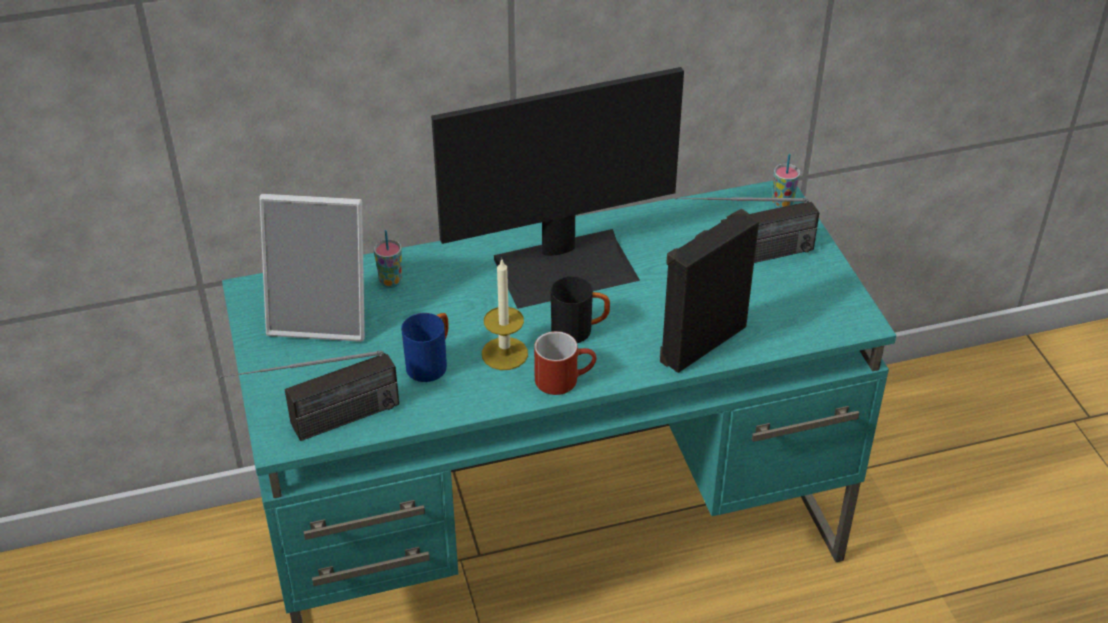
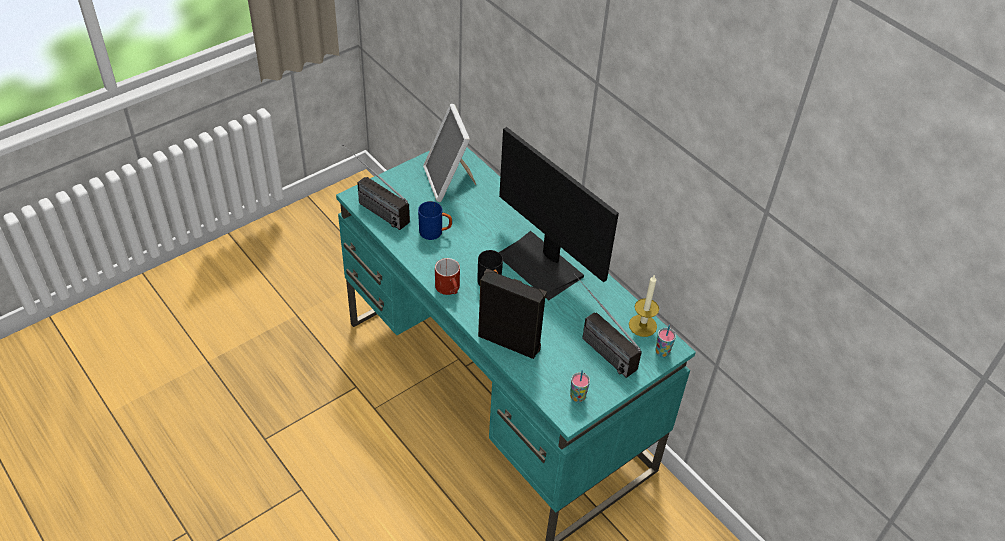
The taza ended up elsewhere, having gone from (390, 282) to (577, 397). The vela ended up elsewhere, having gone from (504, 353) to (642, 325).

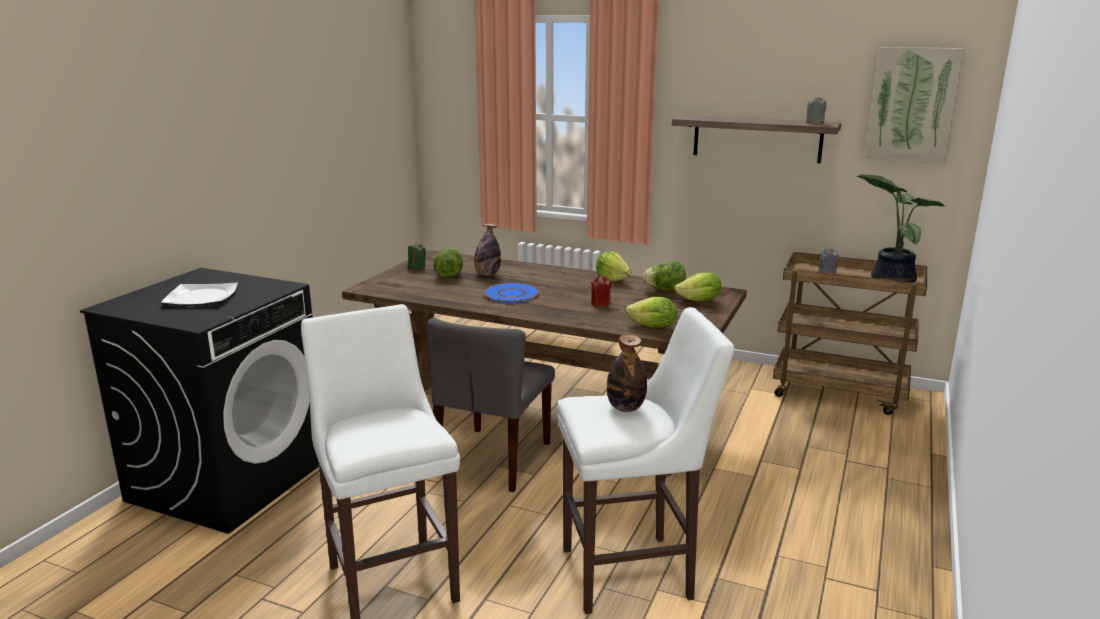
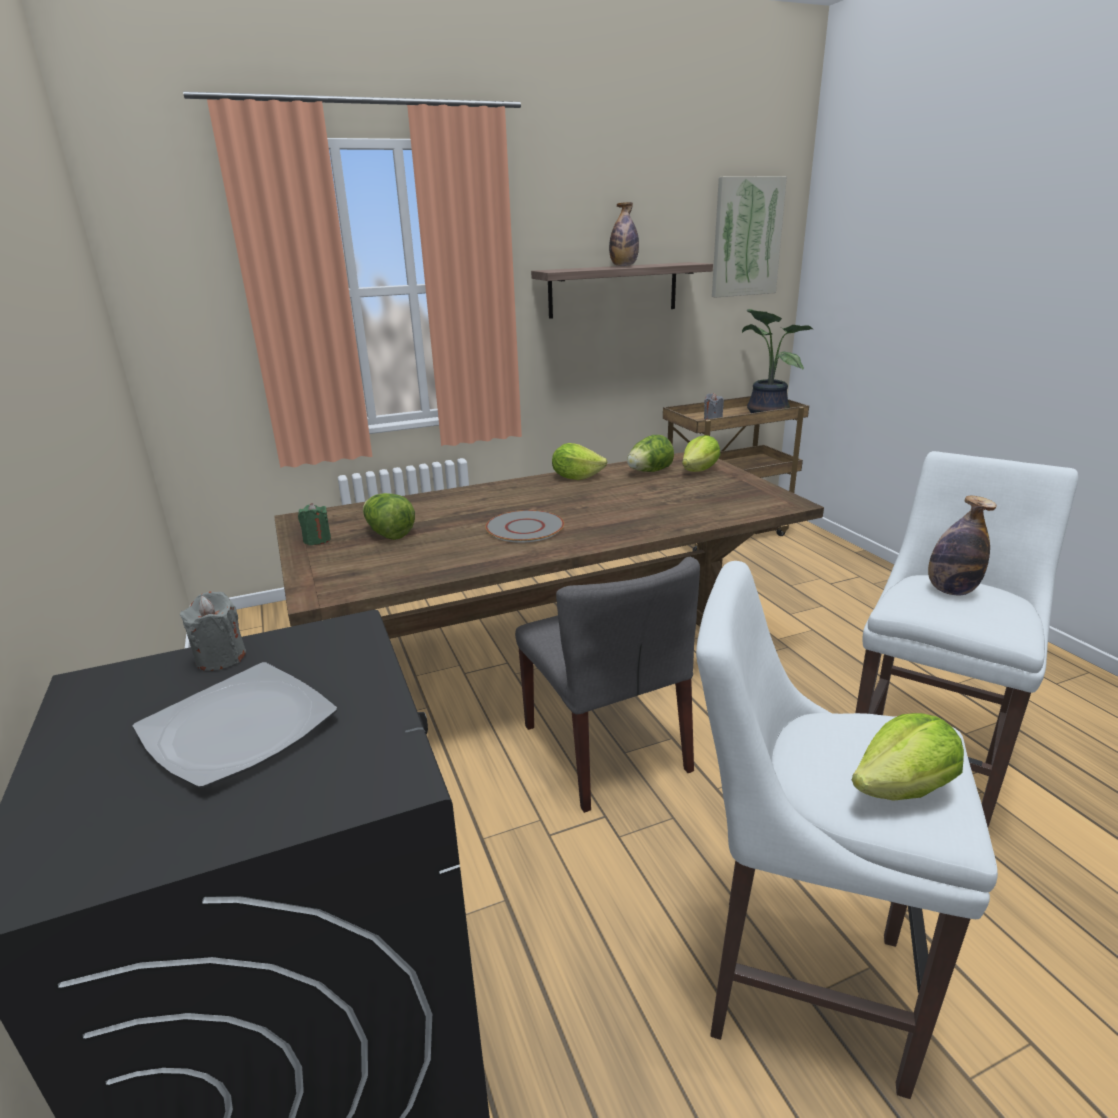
The second view lost the vela/rojo at (600, 303). The botella ended up elsewhere, having gone from (487, 274) to (623, 266). The lechuga ended up elsewhere, having gone from (653, 327) to (903, 789). The vela/gris ended up elsewhere, having gone from (814, 123) to (221, 658). What was the plato/azul at (511, 294) turned into the plato/gris at (524, 528).

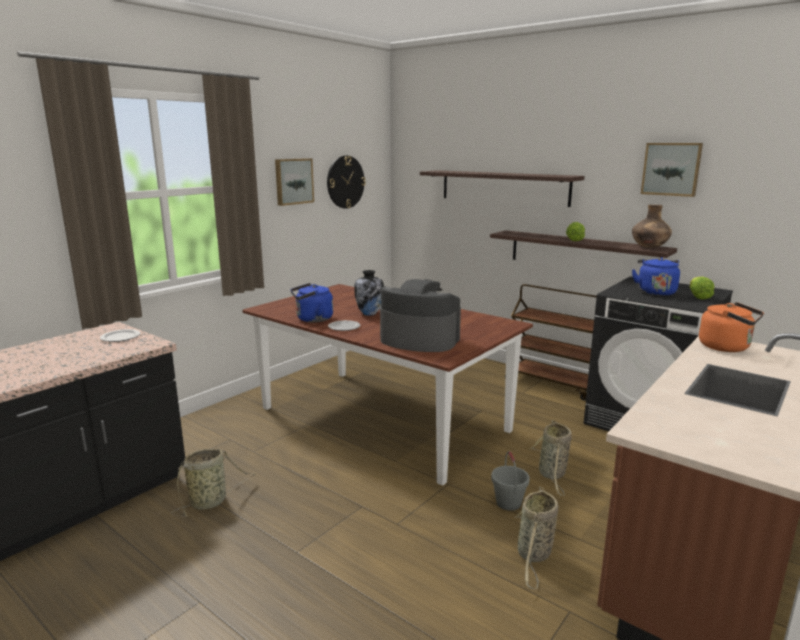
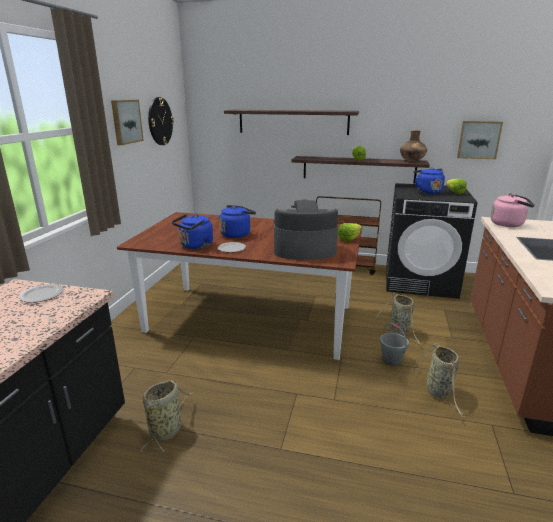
The second view gained the lechuga at (351, 239). The cuadro ended up elsewhere, having gone from (671, 169) to (478, 140). Where the florero stood at (370, 314), the hervidor/azul came to stand at (237, 234). What was the hervidor/naranja at (727, 347) turned into the hervidor/rosa at (509, 224).

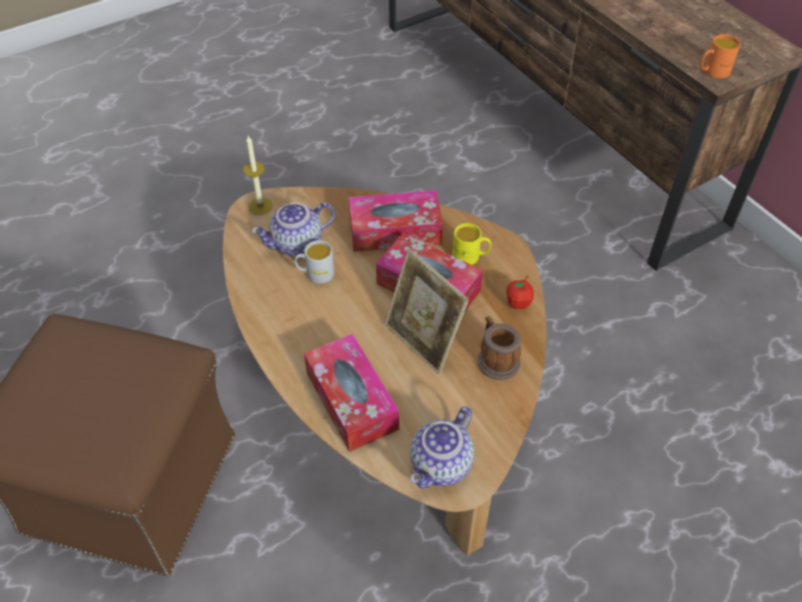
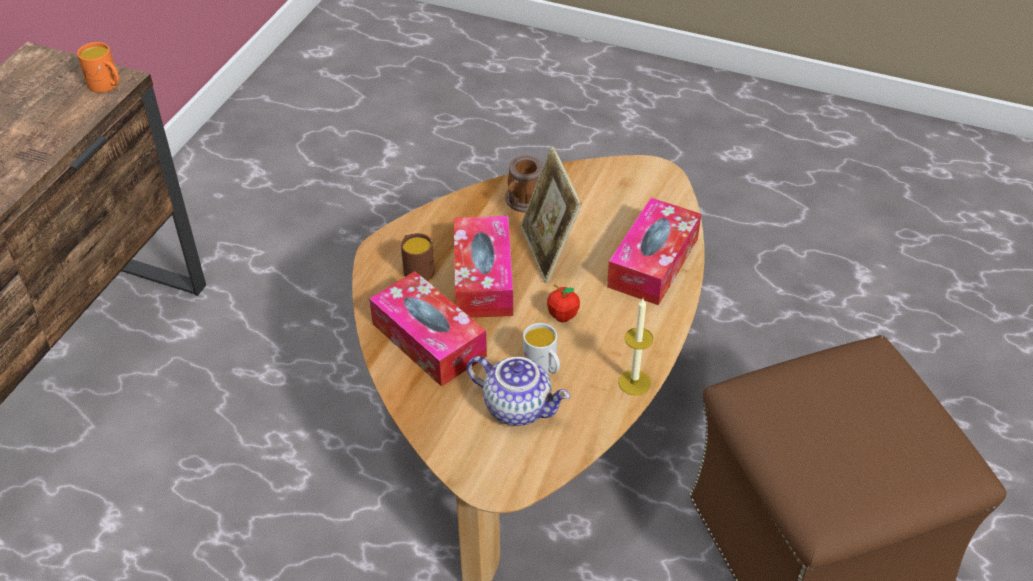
The second view lost the tetera at (442, 466). The vela ended up elsewhere, having gone from (260, 206) to (634, 382). The manzana ended up elsewhere, having gone from (518, 303) to (563, 315). What was the taza grande/amarillo at (470, 257) turned into the taza grande/marrón at (416, 269). The portarretratos at (423, 341) ended up facing another way, 150 degrees clockwise from before.

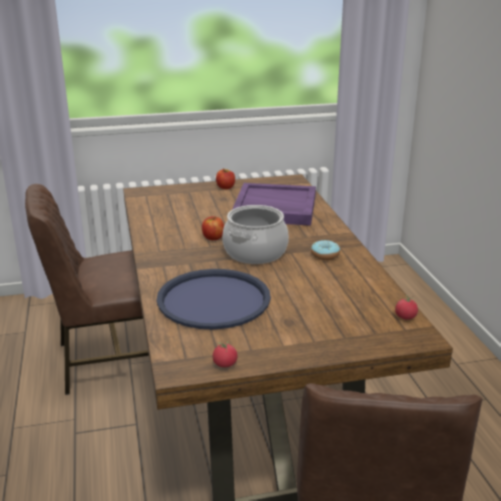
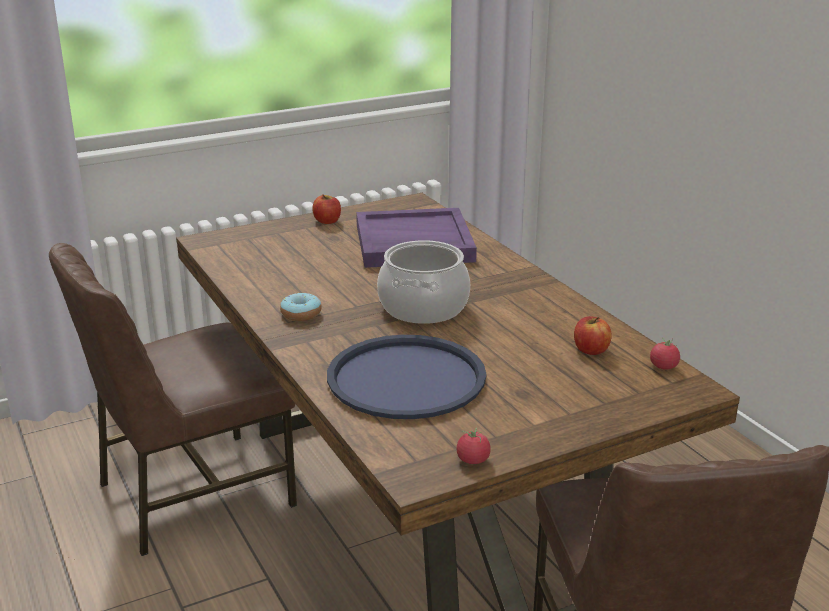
The manzana ended up elsewhere, having gone from (213, 237) to (590, 350). The rosquilla ended up elsewhere, having gone from (325, 255) to (301, 314).

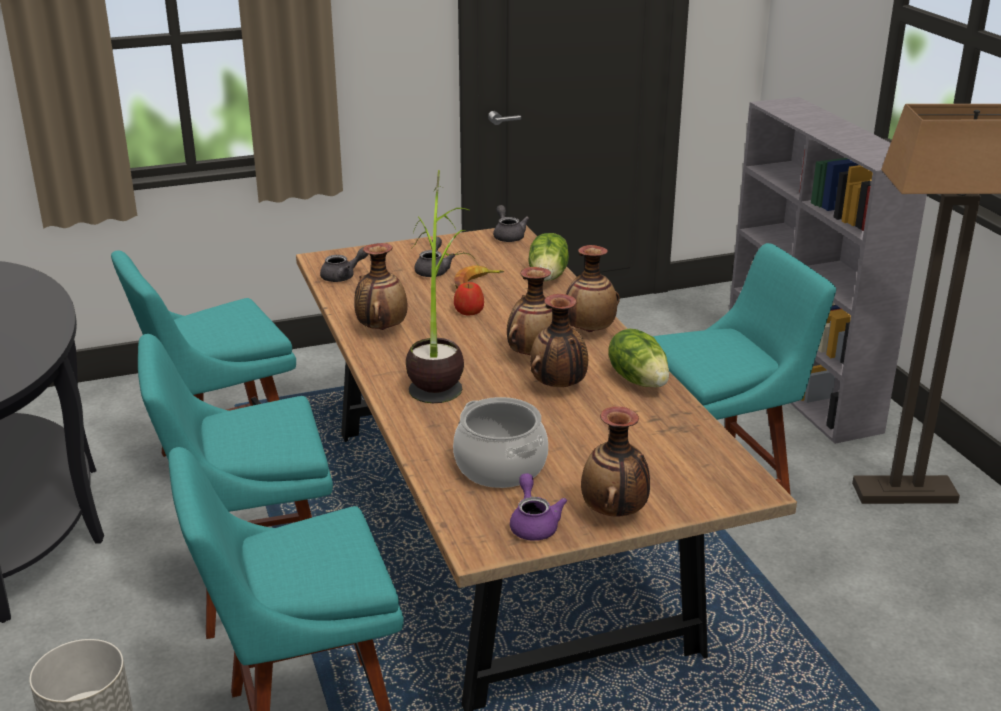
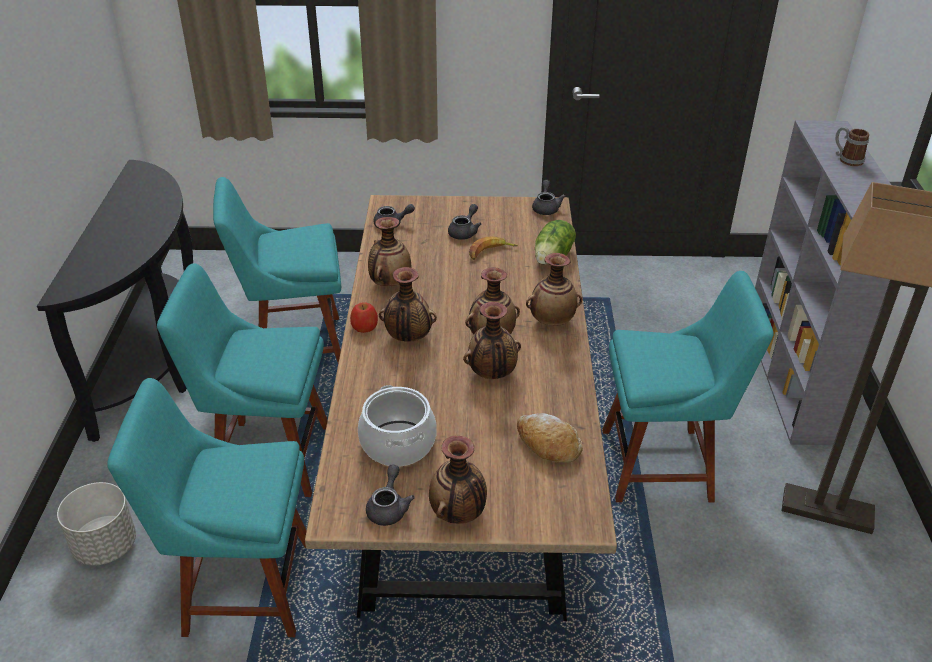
The second view lost the lechuga at (639, 379). The second view gained the pan at (547, 444). The second view gained the taza grande at (846, 159). The manzana ended up elsewhere, having gone from (469, 311) to (364, 326). Where the planta en maceta stood at (440, 372), the florero came to stand at (408, 338). What was the tetera/morado at (533, 524) turned into the tetera/gris at (389, 507).

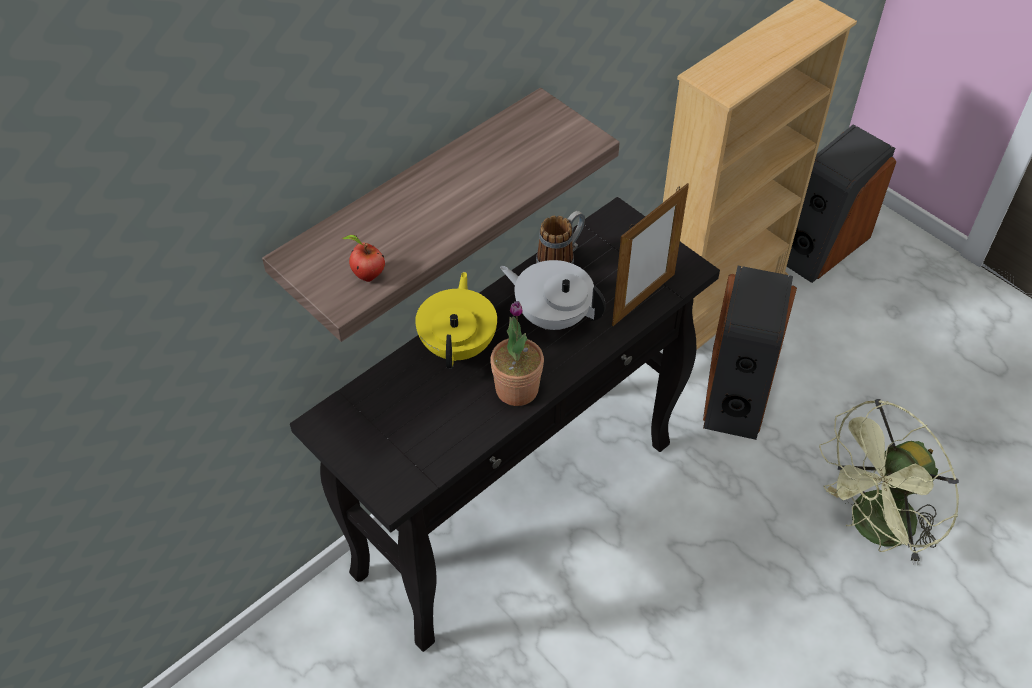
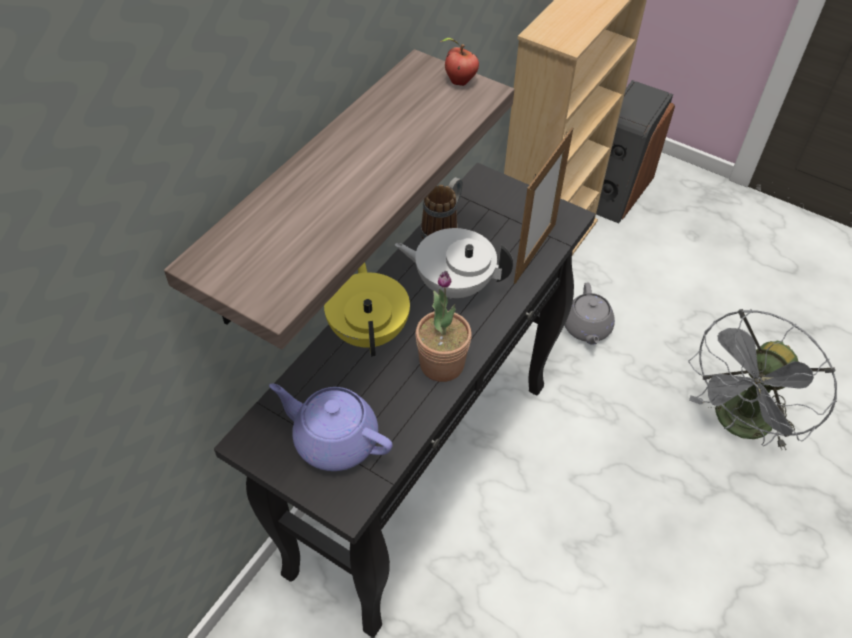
The second view gained the tetera/morado at (334, 439). The manzana ended up elsewhere, having gone from (366, 275) to (458, 82). Where the altavoz stood at (737, 392), the tetera/gris came to stand at (587, 328). What was the ventilador/verde at (873, 529) turned into the ventilador/gris at (738, 425).

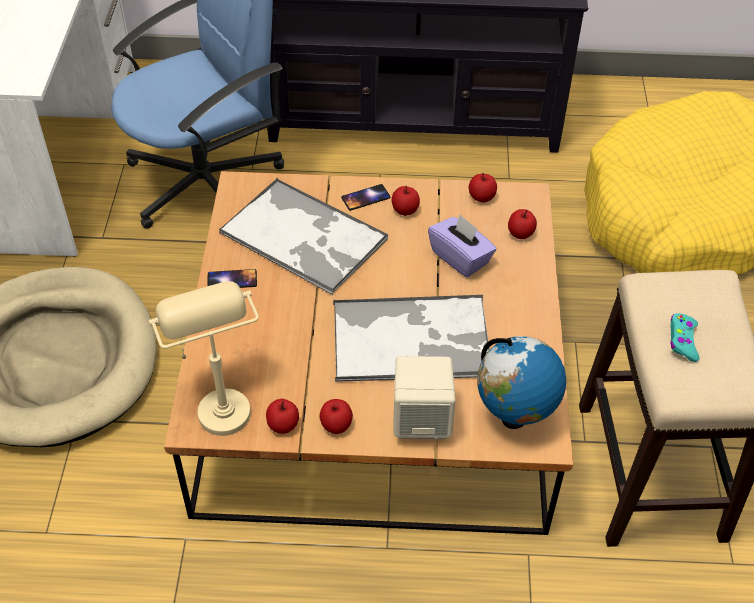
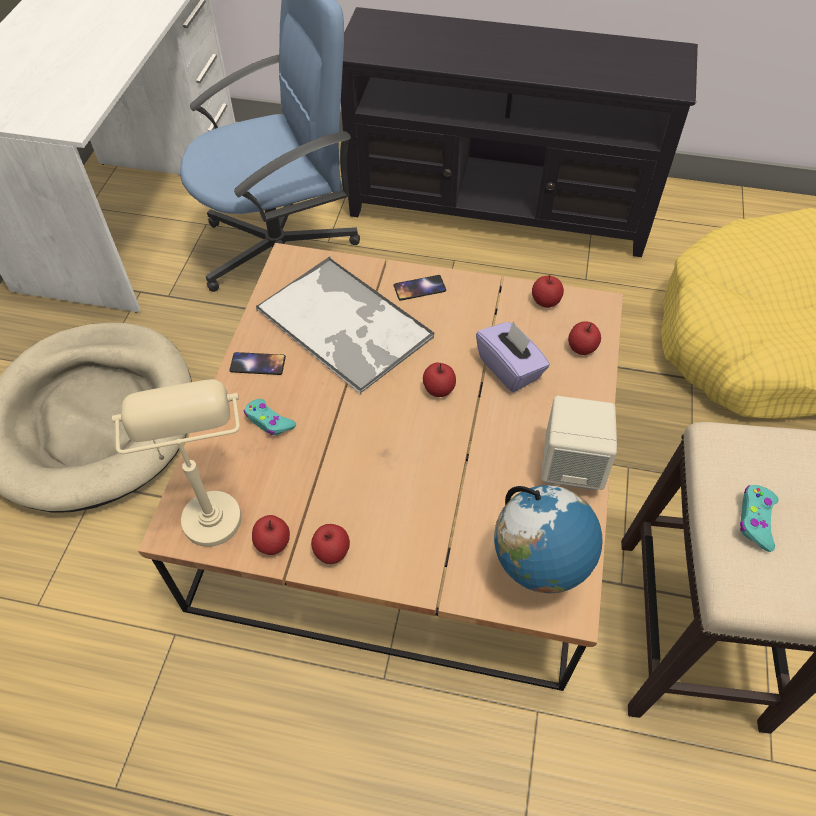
The second view lost the bandeja at (412, 340). The second view gained the mando de consola/turquesa at (269, 421). The manzana ended up elsewhere, having gone from (405, 210) to (438, 389). The altavoz/beis ended up elsewhere, having gone from (422, 420) to (571, 466).

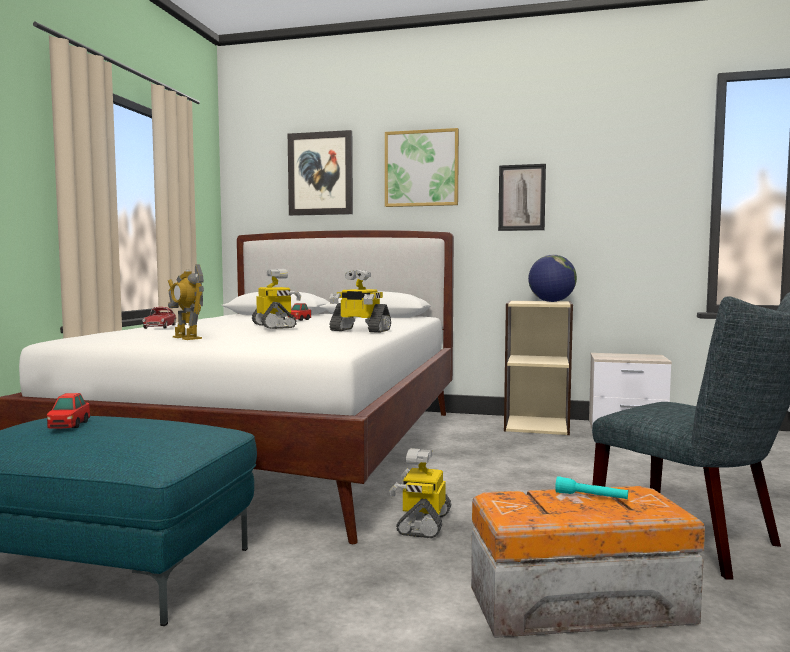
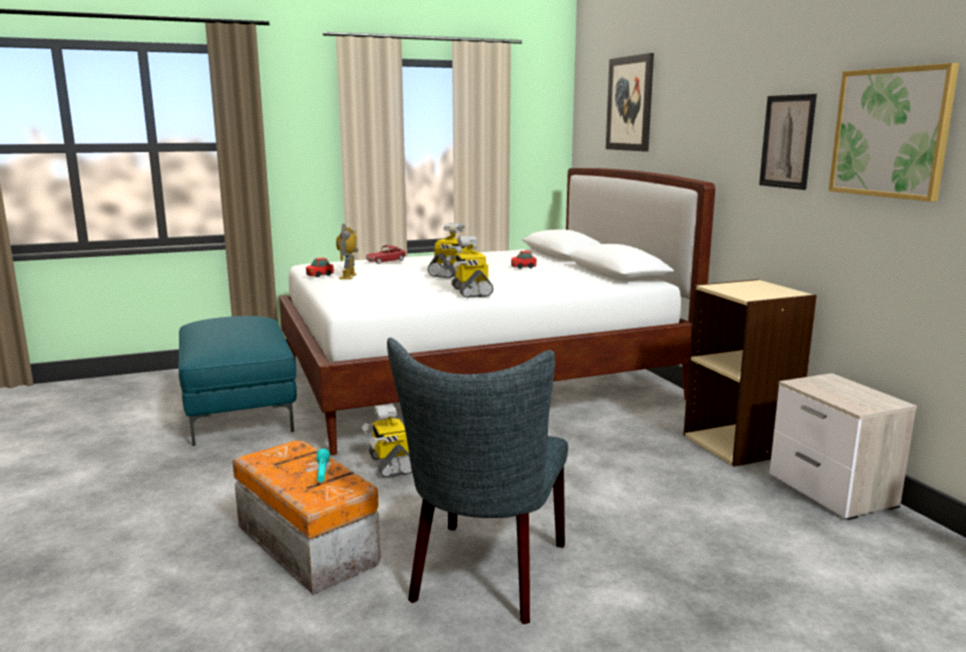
The second view lost the globo terráqueo at (551, 301). The coche de juguete ended up elsewhere, having gone from (69, 425) to (319, 275). The cuadro ended up elsewhere, having gone from (421, 168) to (891, 133). The robot de juguete at (423, 523) ended up facing another way, 90 degrees counterclockwise from before.

